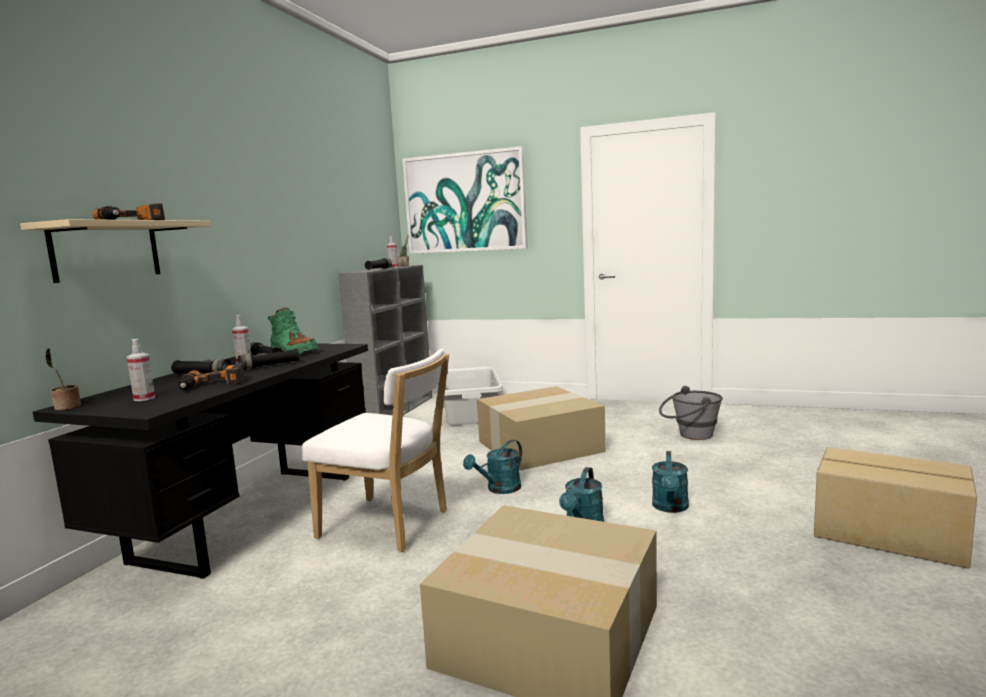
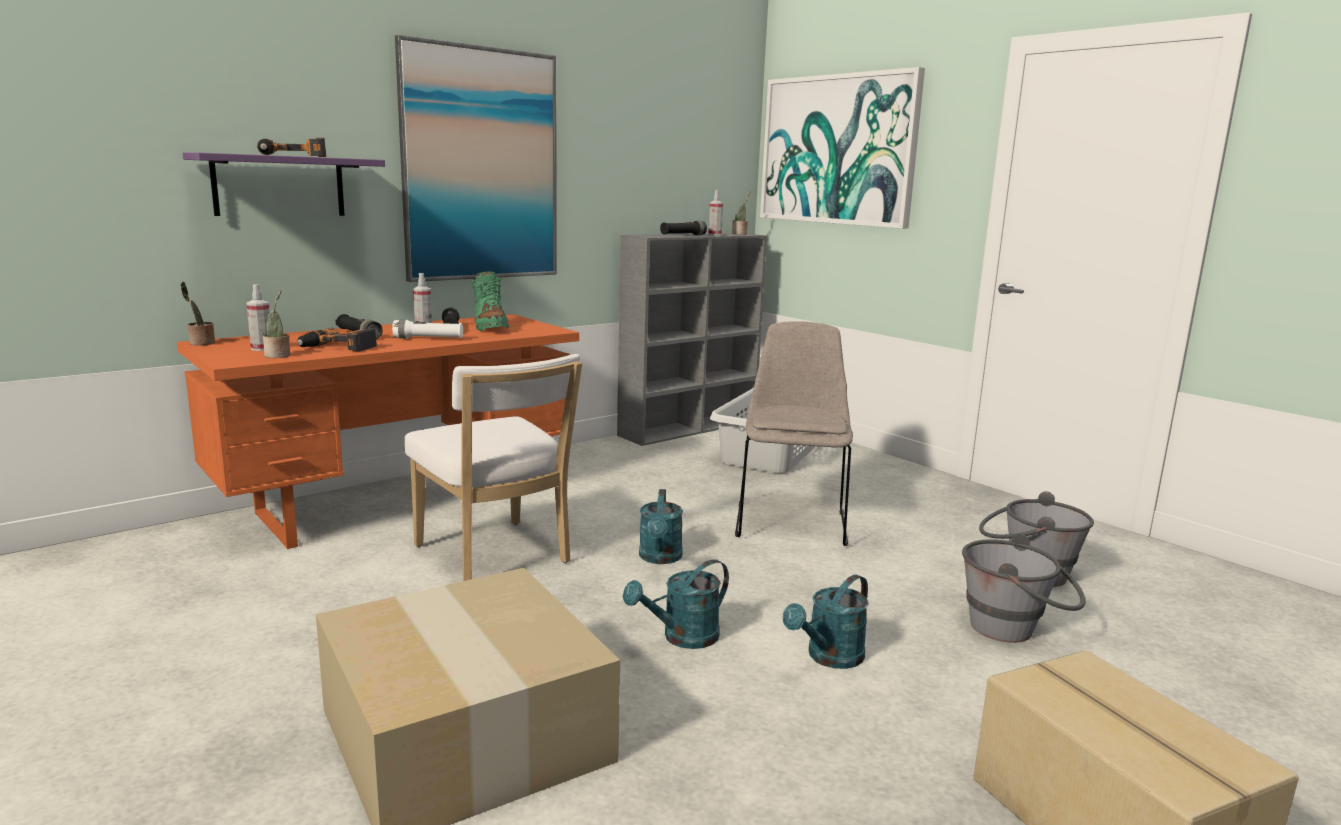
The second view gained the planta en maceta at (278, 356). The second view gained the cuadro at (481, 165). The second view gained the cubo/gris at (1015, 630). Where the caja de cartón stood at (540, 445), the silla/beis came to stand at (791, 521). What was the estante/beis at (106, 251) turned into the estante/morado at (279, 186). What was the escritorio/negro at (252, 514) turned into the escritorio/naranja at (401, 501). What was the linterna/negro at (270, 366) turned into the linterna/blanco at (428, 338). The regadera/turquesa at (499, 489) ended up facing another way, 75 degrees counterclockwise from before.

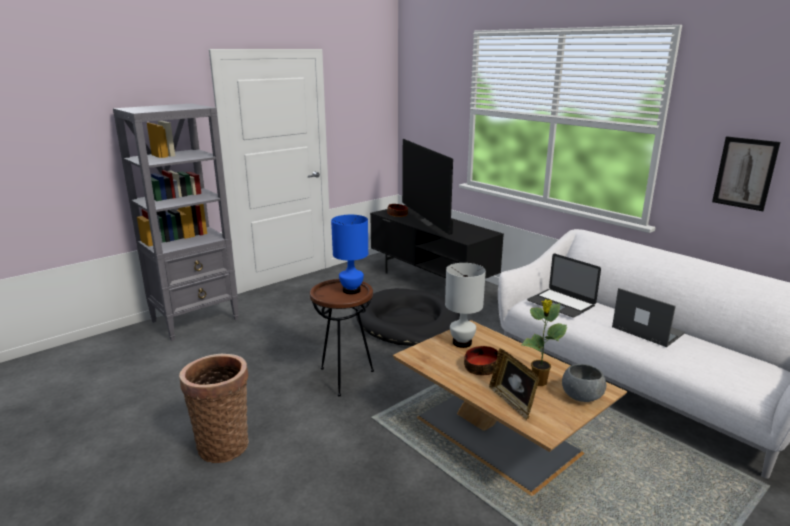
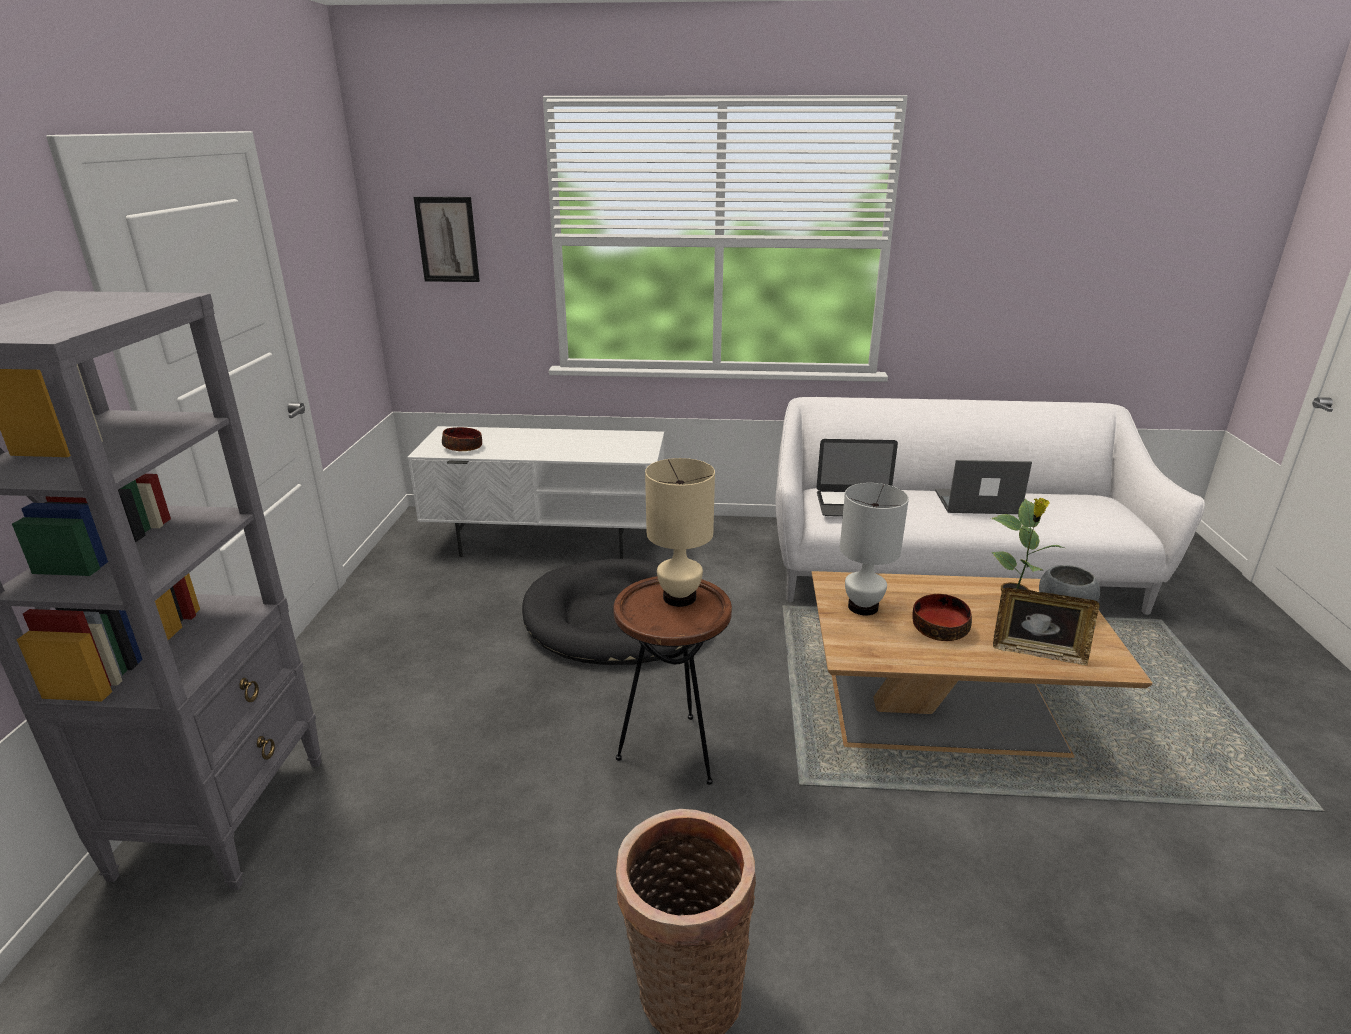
The second view lost the televisor at (430, 222). The cuadro ended up elsewhere, having gone from (744, 173) to (447, 239). What was the lámpara de mesa/azul at (351, 291) turned into the lámpara de mesa/beis at (680, 598). What was the mueble de televisión/negro at (432, 281) turned into the mueble de televisión/blanco at (550, 541).

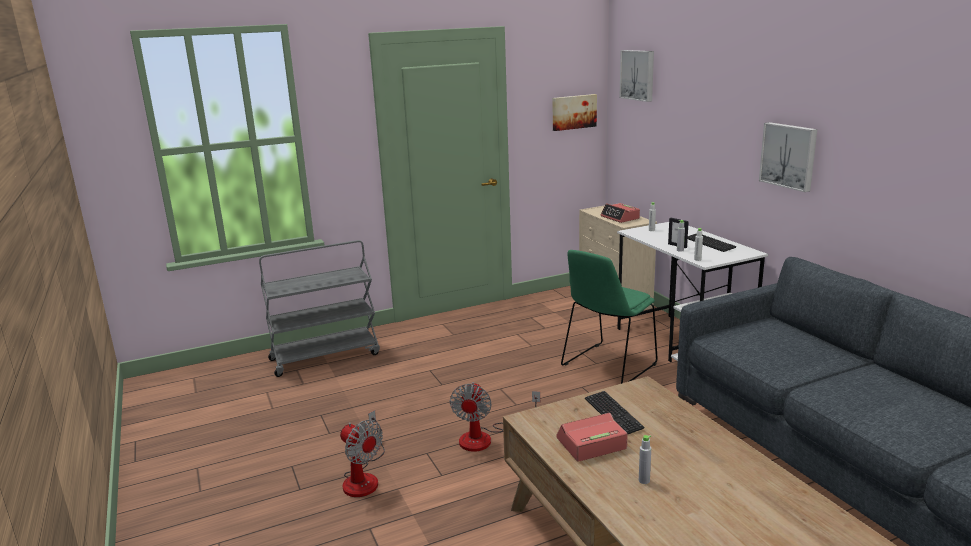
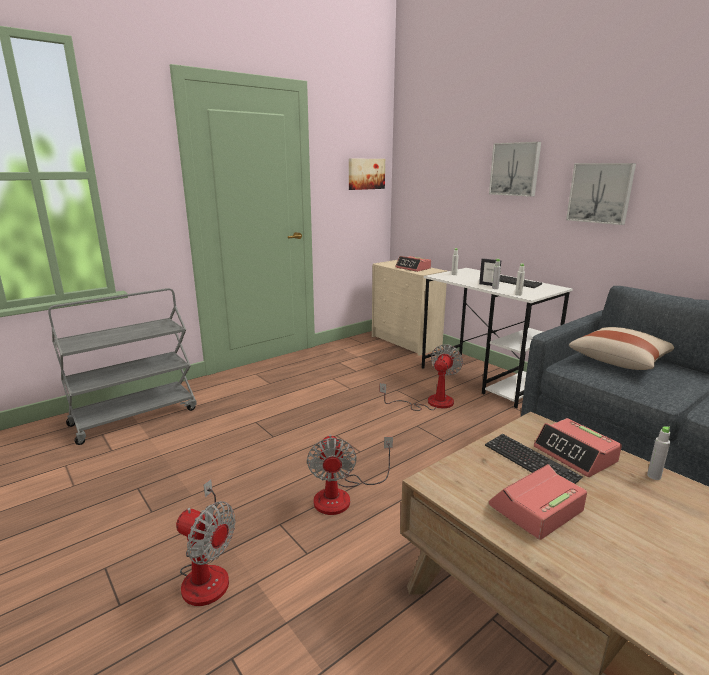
The second view gained the despertador at (575, 455). The second view gained the cojín/beis at (620, 361). The cuadro ended up elsewhere, having gone from (638, 75) to (515, 169). The botella/gris ended up elsewhere, having gone from (644, 480) to (654, 476). Where the silla/verde stood at (607, 366), the ventilador came to stand at (430, 403).

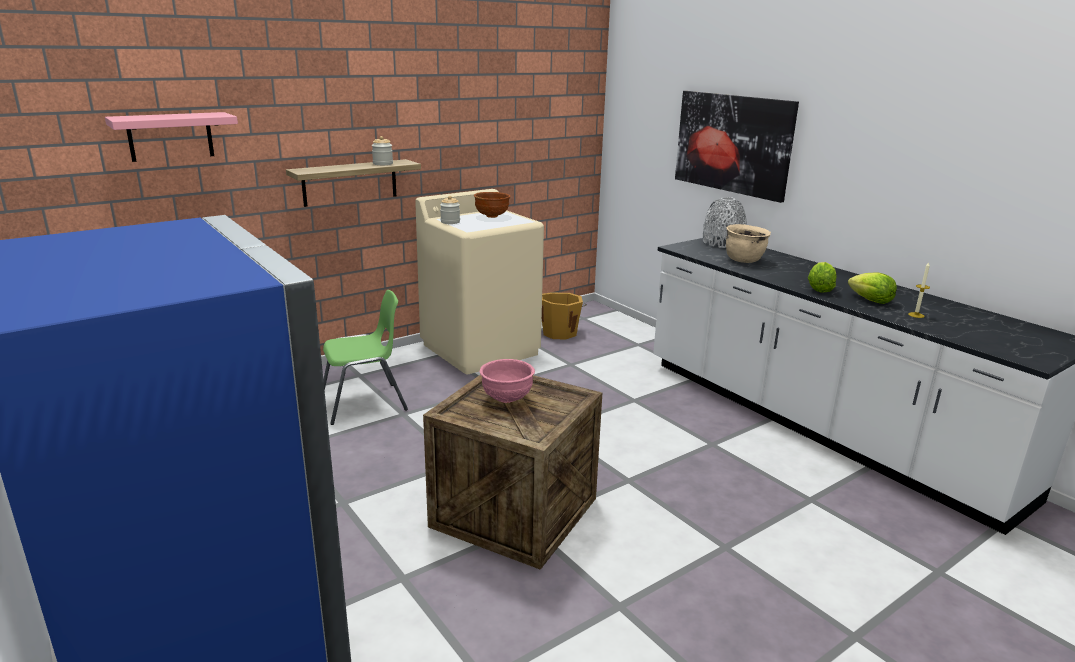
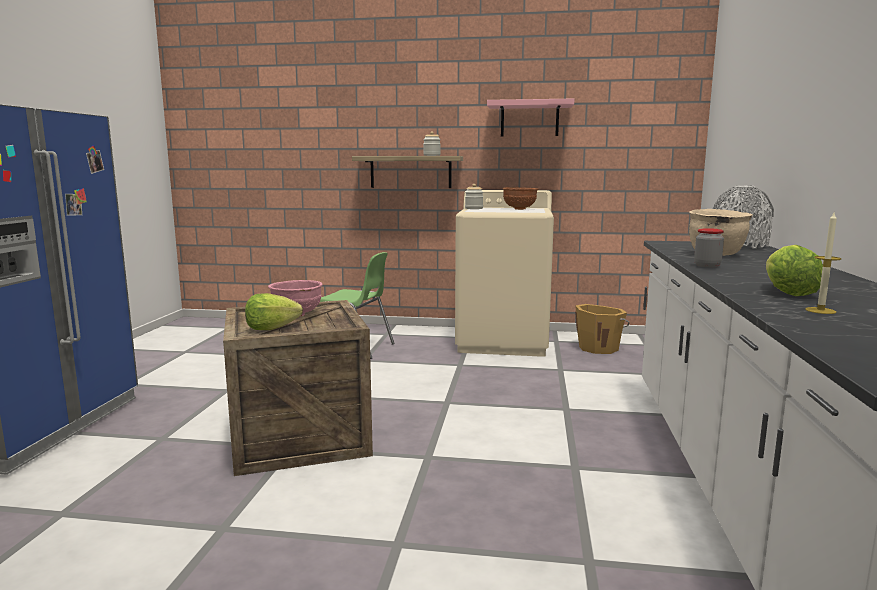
The second view lost the cuadro at (733, 143). The second view gained the tarro at (707, 266). The estante/rosa ended up elsewhere, having gone from (170, 136) to (529, 119). The lechuga ended up elsewhere, having gone from (819, 289) to (271, 328).

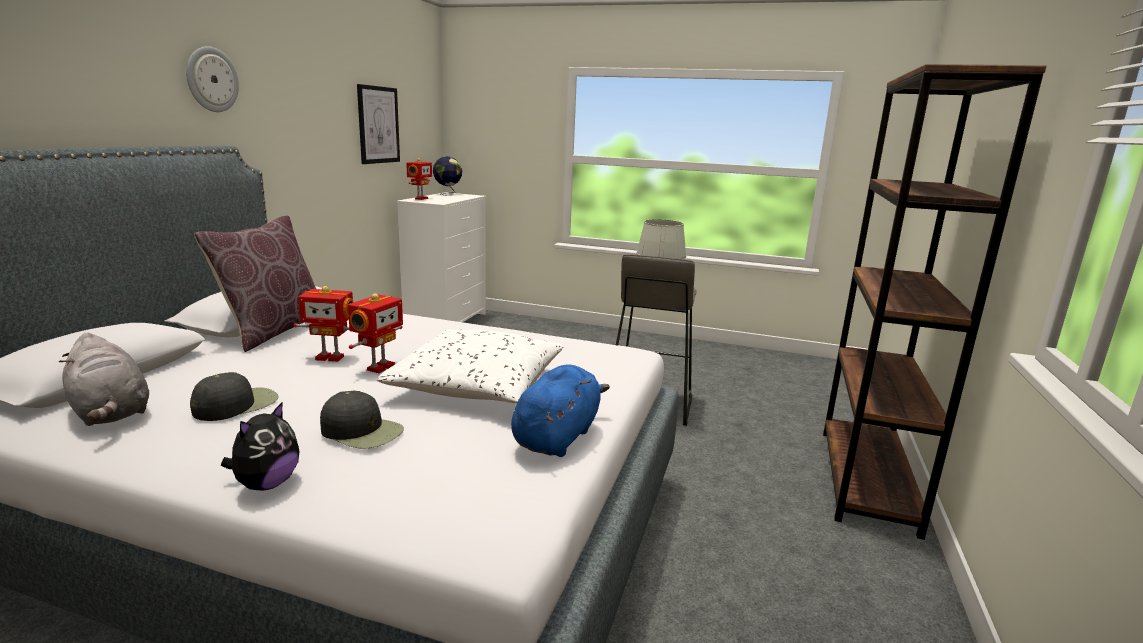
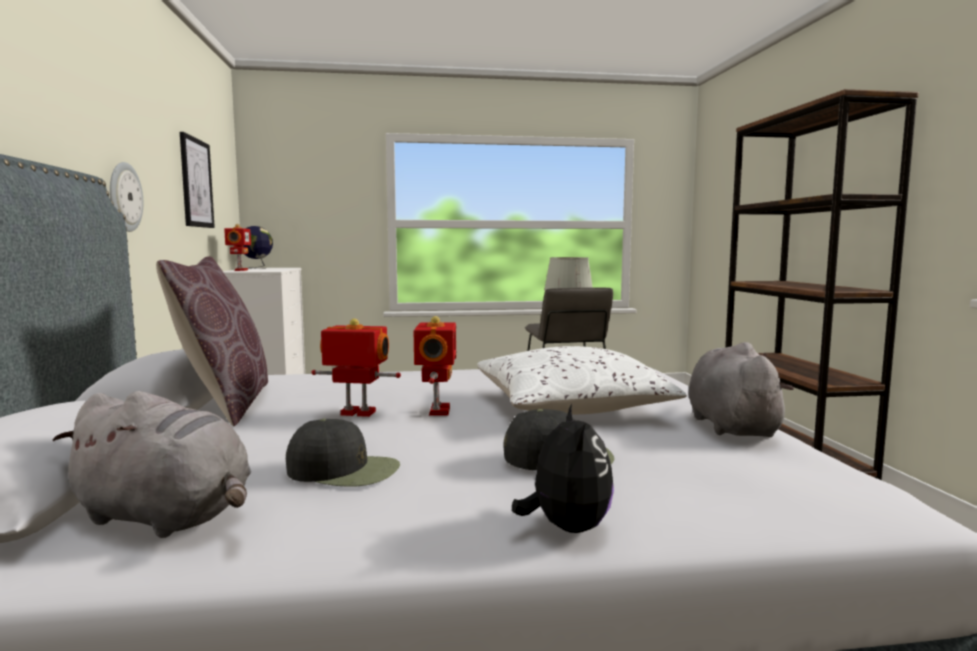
The reloj de pared ended up elsewhere, having gone from (211, 79) to (124, 197). What was the peluche/azul at (557, 437) turned into the peluche/gris at (730, 426). The gorra/negro at (236, 404) ended up facing another way, 90 degrees clockwise from before. The robot de juguete at (330, 357) ended up facing another way, 150 degrees counterclockwise from before.

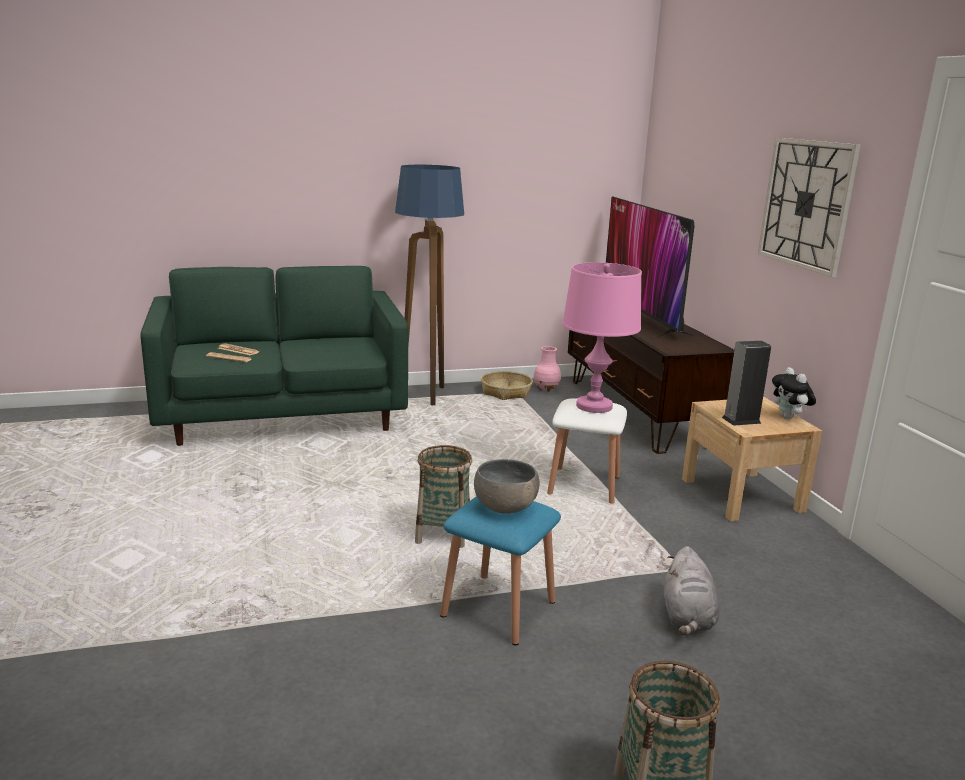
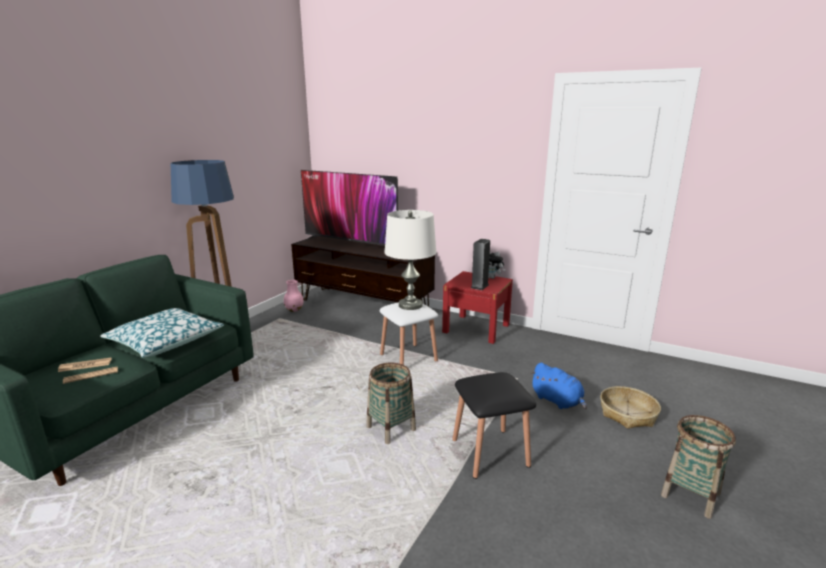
The second view lost the cuenco/gris at (505, 507). The second view lost the reloj de pared at (806, 204). The second view gained the cojín at (165, 342). The cesta ended up elsewhere, having gone from (506, 392) to (627, 414). What was the taburete/azul at (498, 608) turned into the taburete/negro at (490, 452). What was the lámpara de mesa/rosa at (594, 406) turned into the lámpara de mesa/blanco at (410, 305). What was the peluche/gris at (687, 618) turned into the peluche/azul at (557, 401). What was the mesita de noche/beis at (741, 495) turned into the mesita de noche/rojo at (476, 328).

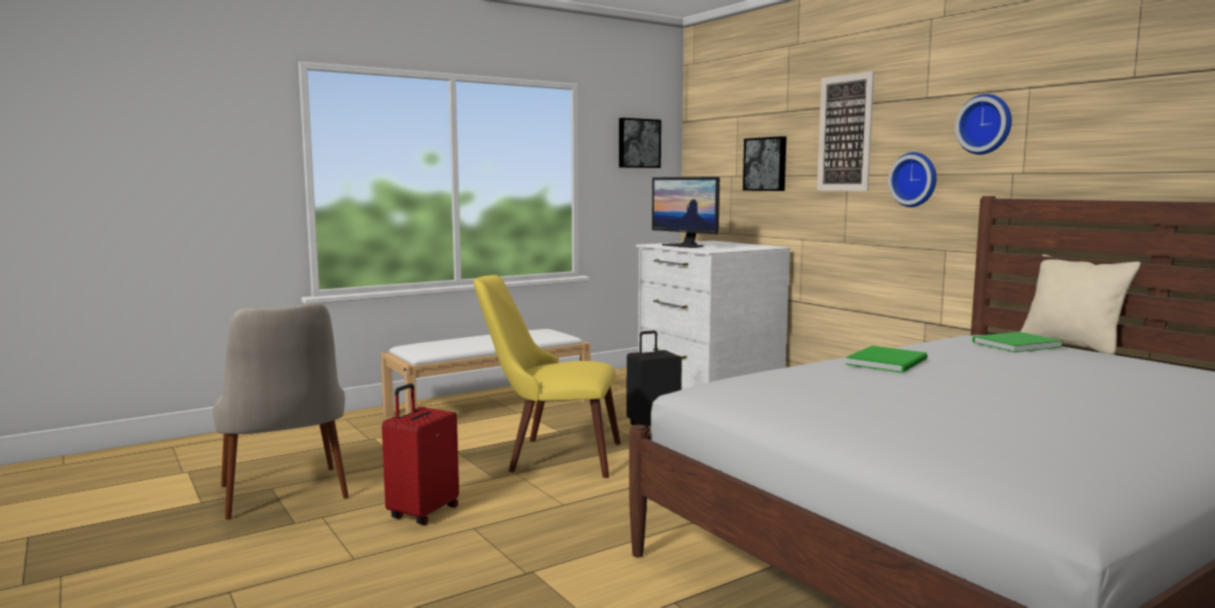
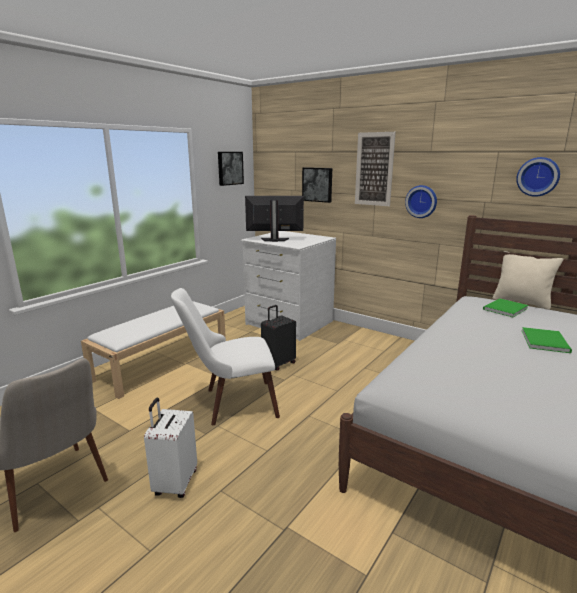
The libro/verde ended up elsewhere, having gone from (889, 362) to (545, 341). The reloj de pared ended up elsewhere, having gone from (985, 124) to (538, 176). What was the maleta/rojo at (422, 513) turned into the maleta/blanco at (174, 483). What was the silla/amarillo at (549, 456) turned into the silla/blanco at (230, 404). The monitor at (685, 246) ended up facing another way, 150 degrees clockwise from before.

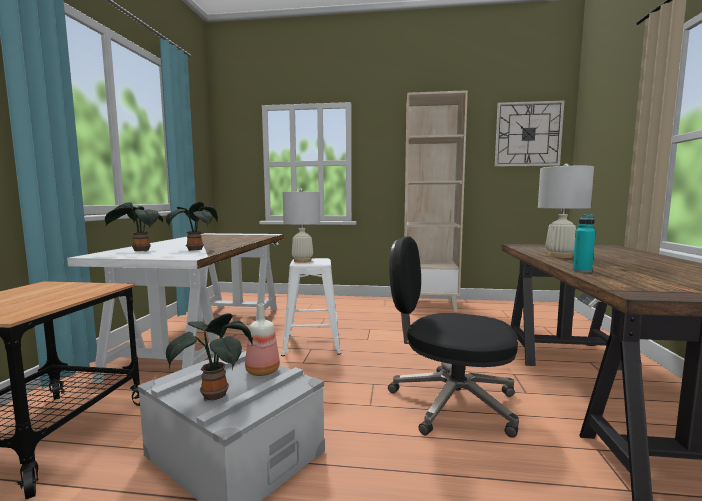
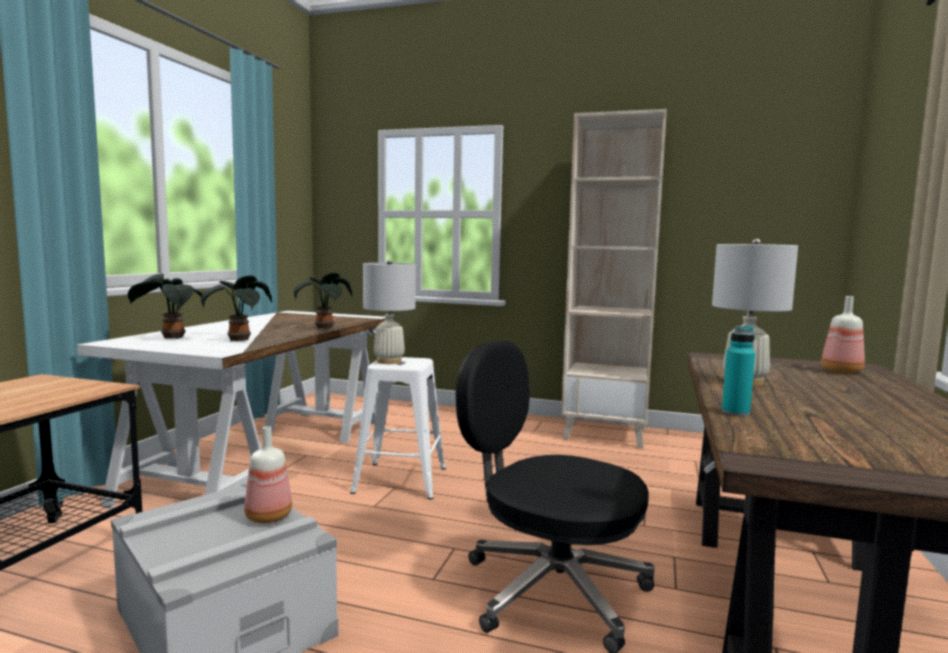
The second view lost the reloj de pared at (528, 134). The second view gained the botella at (842, 371). The planta en maceta ended up elsewhere, having gone from (215, 394) to (324, 328).

